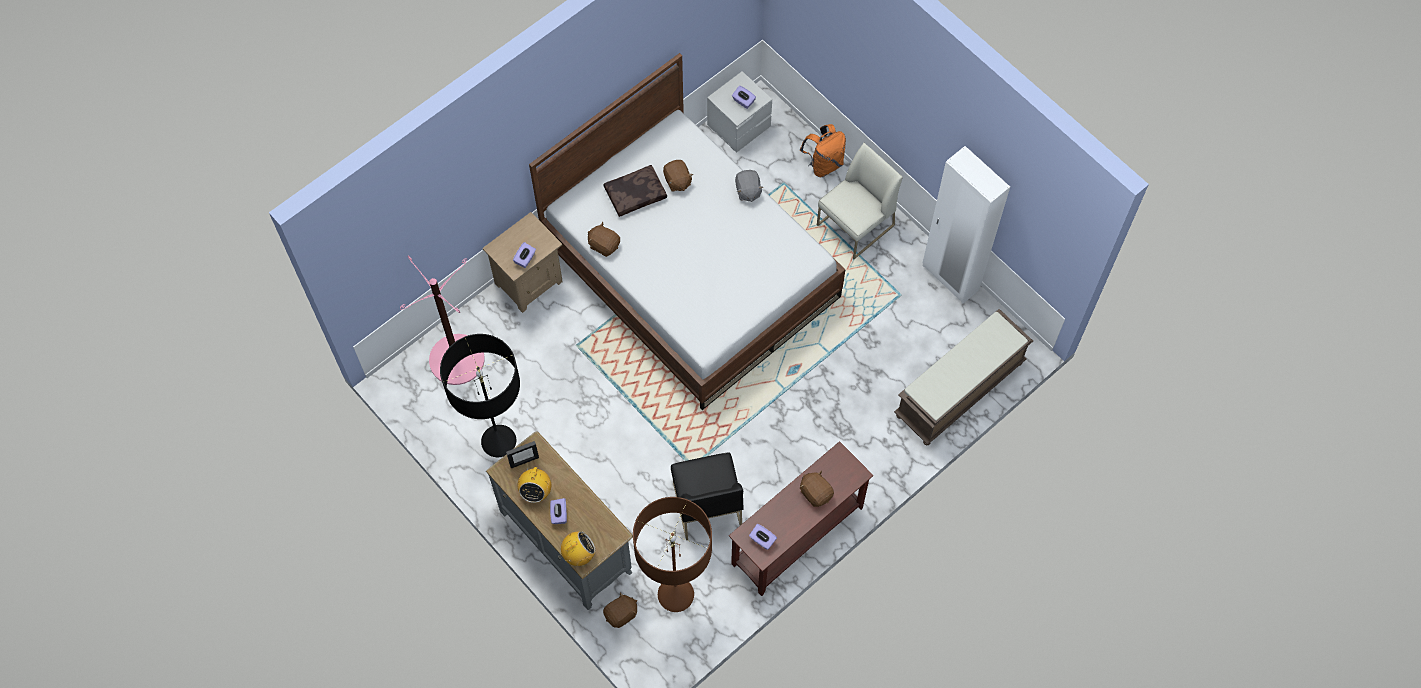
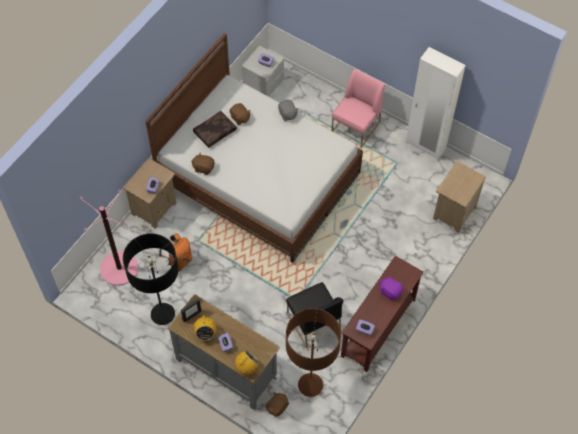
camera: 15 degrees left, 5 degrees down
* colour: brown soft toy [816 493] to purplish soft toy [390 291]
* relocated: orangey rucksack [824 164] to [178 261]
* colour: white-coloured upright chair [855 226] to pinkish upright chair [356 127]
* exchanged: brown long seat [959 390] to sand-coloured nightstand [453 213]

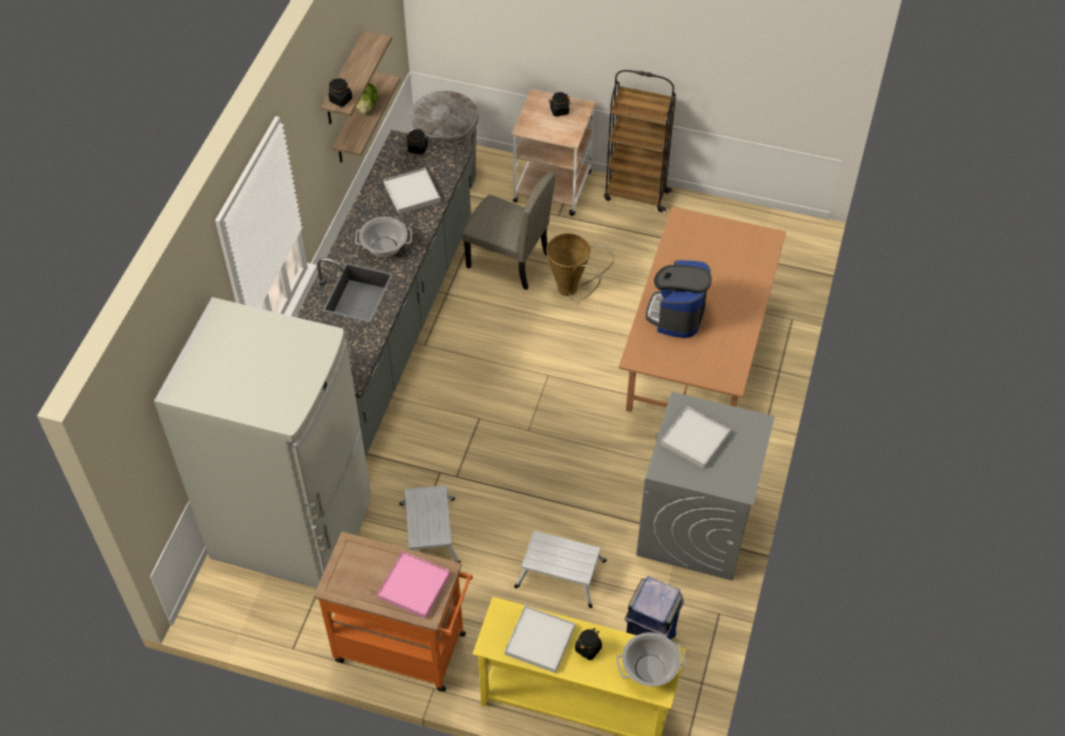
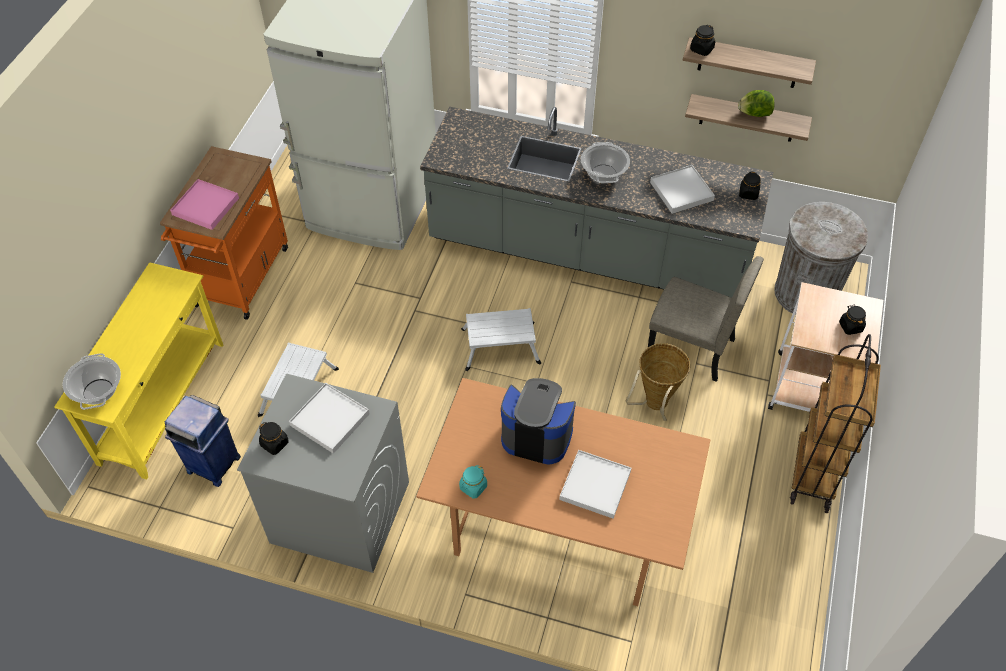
camera: 90 degrees right, 0 degrees up
* relocated: white-coloured stepladder [429 532] to [501 346]
* spun: sand-coloured upright chair [508 261] = [690 347] 90 degrees counterclockwise
* relocated: white-coloured tray [539 640] to [595 485]
* relocated: black jar [588 648] to [275 444]
* appeared: turquoise-coloured jar [473 487]

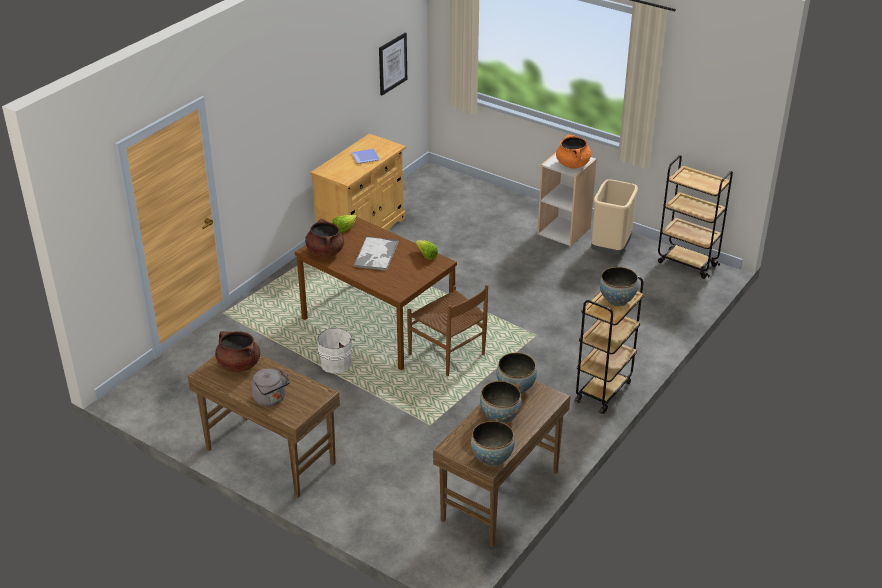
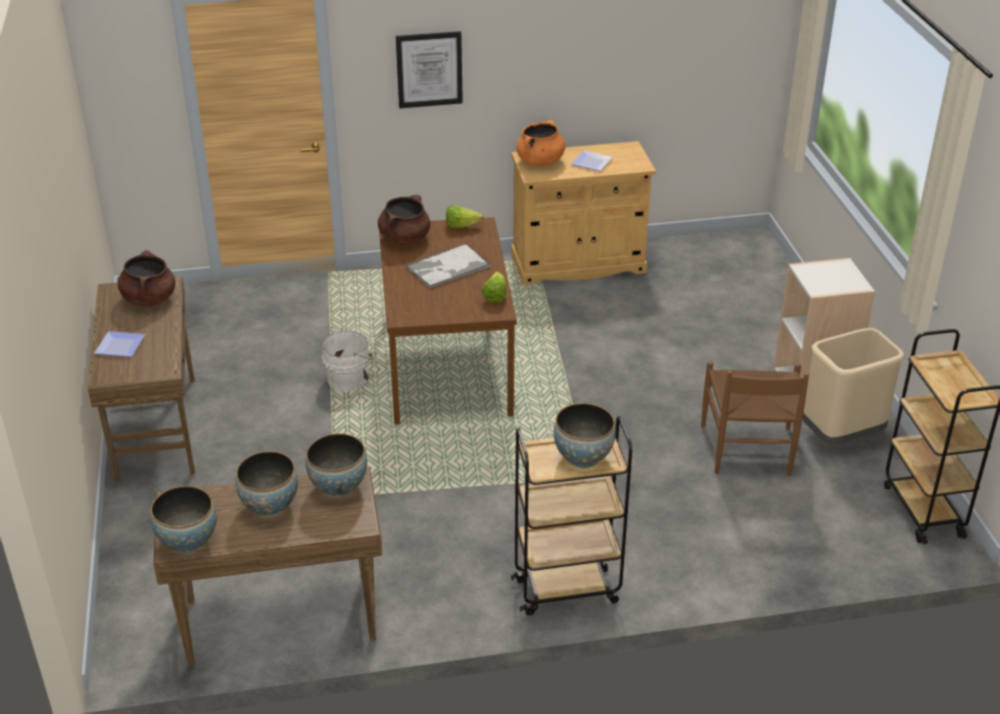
camera: 45 degrees right, 0 degrees up
* exchanged: gray water kettle [271 399] to dinner plate [118 347]
* relocated: wall art [392 63] to [429 69]
* relocated: brown upright chair [449 354] to [748 451]
* relocated: orangey saucepot [573 164] to [540 162]

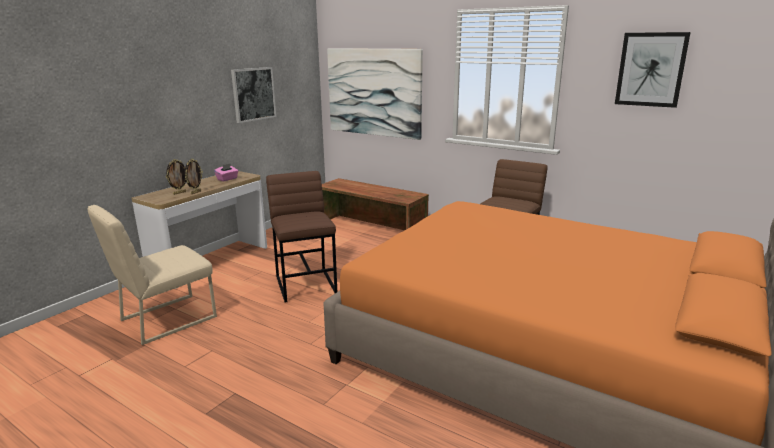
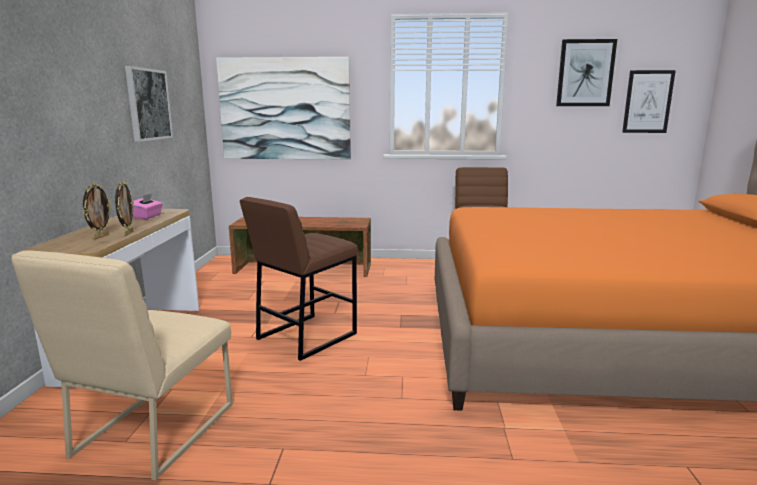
camera: 30 degrees left, 5 degrees down
* spun: brown upright chair [305 284] = [305 337] 90 degrees counterclockwise
* appeared: wall art [648 102]

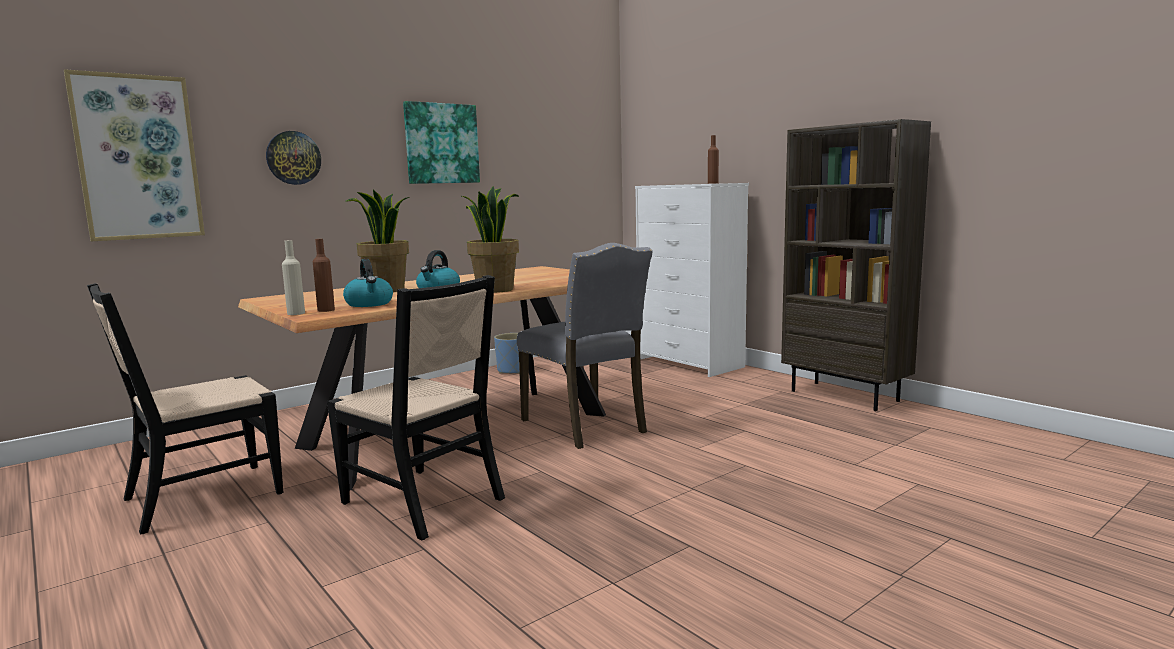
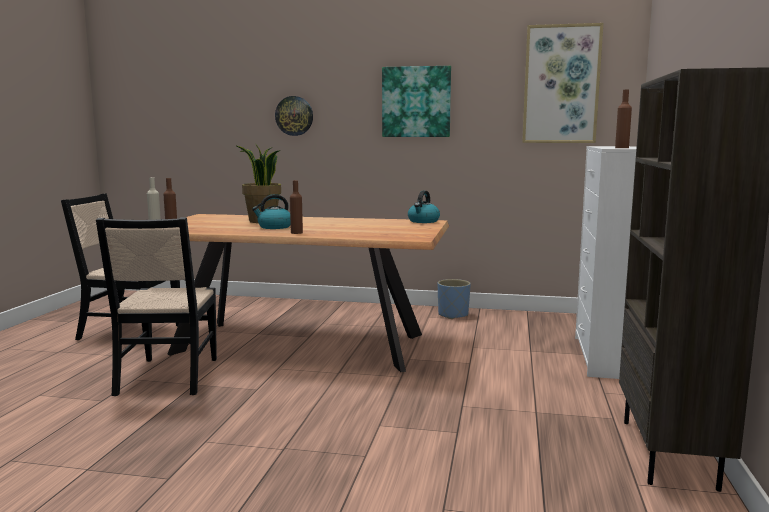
camera: 50 degrees right, 0 degrees up
* relocated: wall art [138 158] to [561 84]
* relocated: water kettle [369 304] to [423 221]
* exchanged: potted plant [494 290] to brown beverage bottle [296 233]
* missing: gray upright chair [586 426]

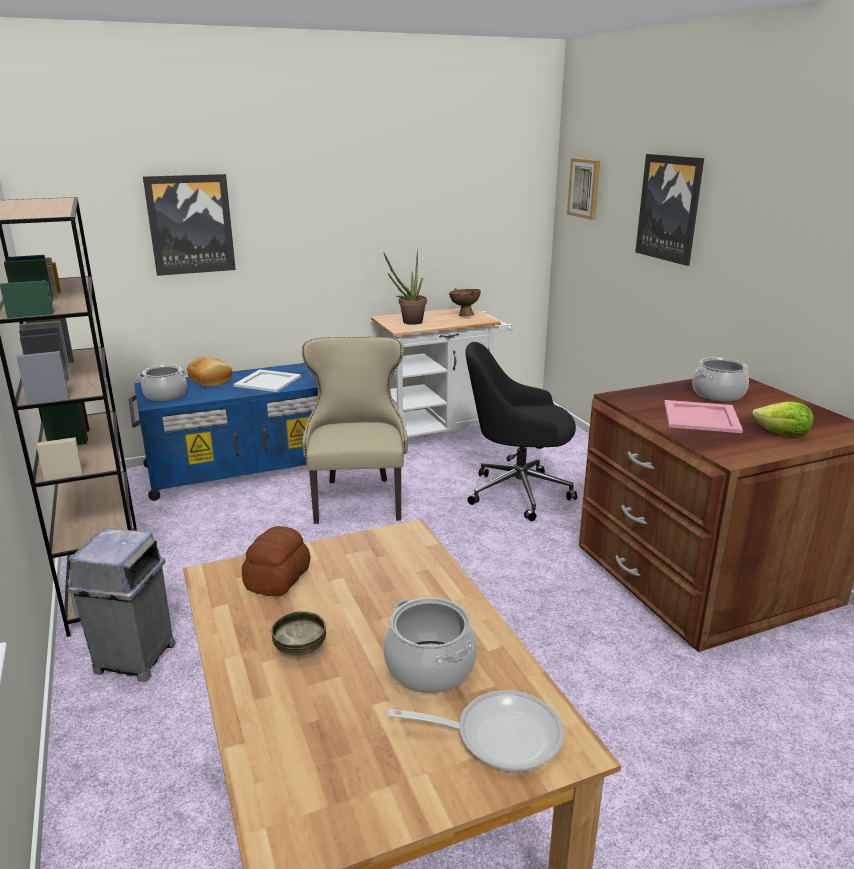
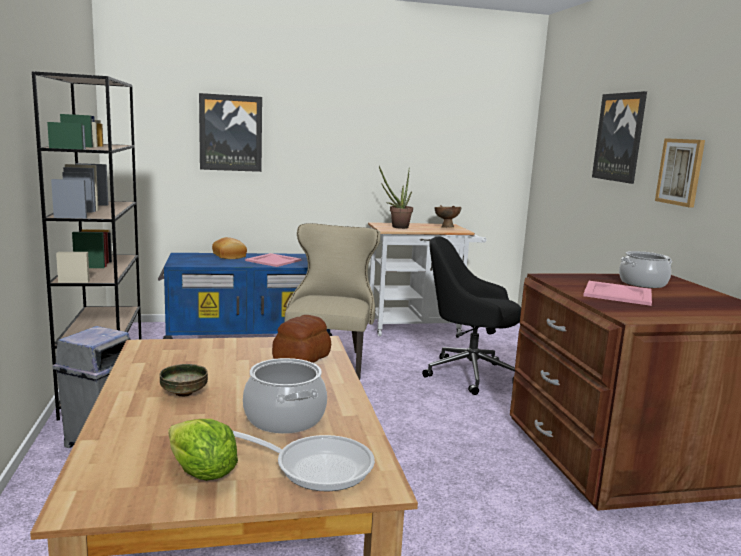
camera: 10 degrees right, 10 degrees down
* missing: saucepot [165 395]
* colour: white-coloured tray [268 381] to pinkish tray [273 260]
* relocated: bakery bread [279 578] to [302 358]
* relocated: wall art [584 188] to [680 172]
* relocated: lettuce [782 434] to [201 474]

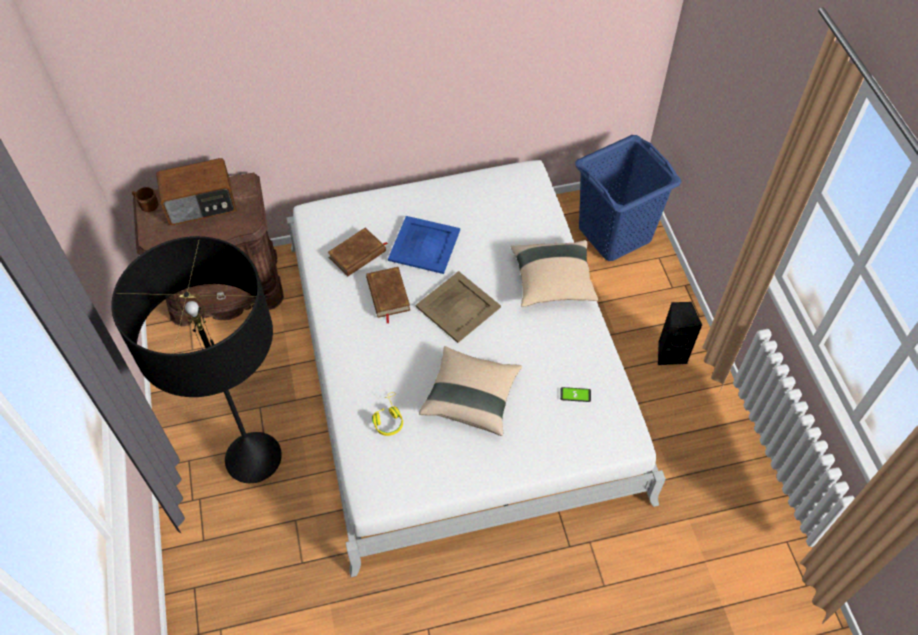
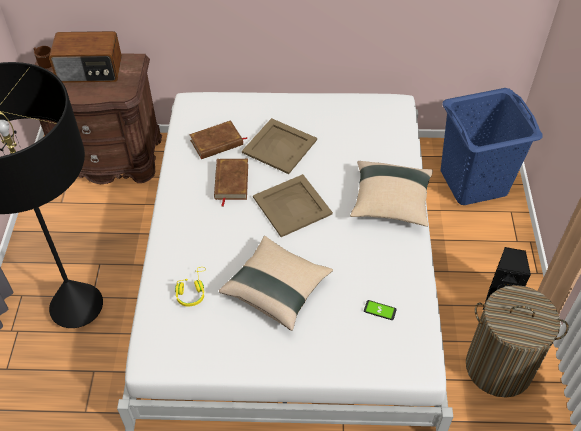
camera: 15 degrees right, 5 degrees down
* colour: bluish tray [424 245] to sand-coloured tray [279 146]
* appeared: washing basket [499 367]

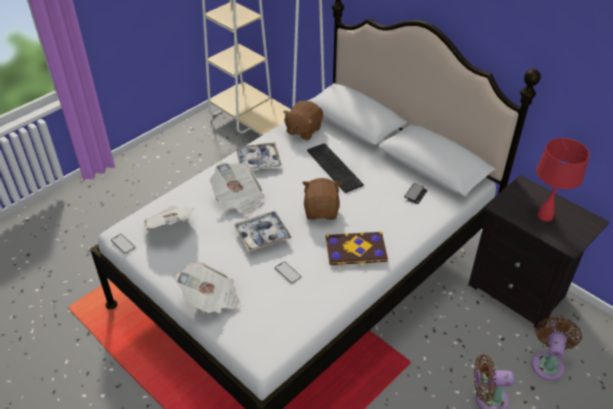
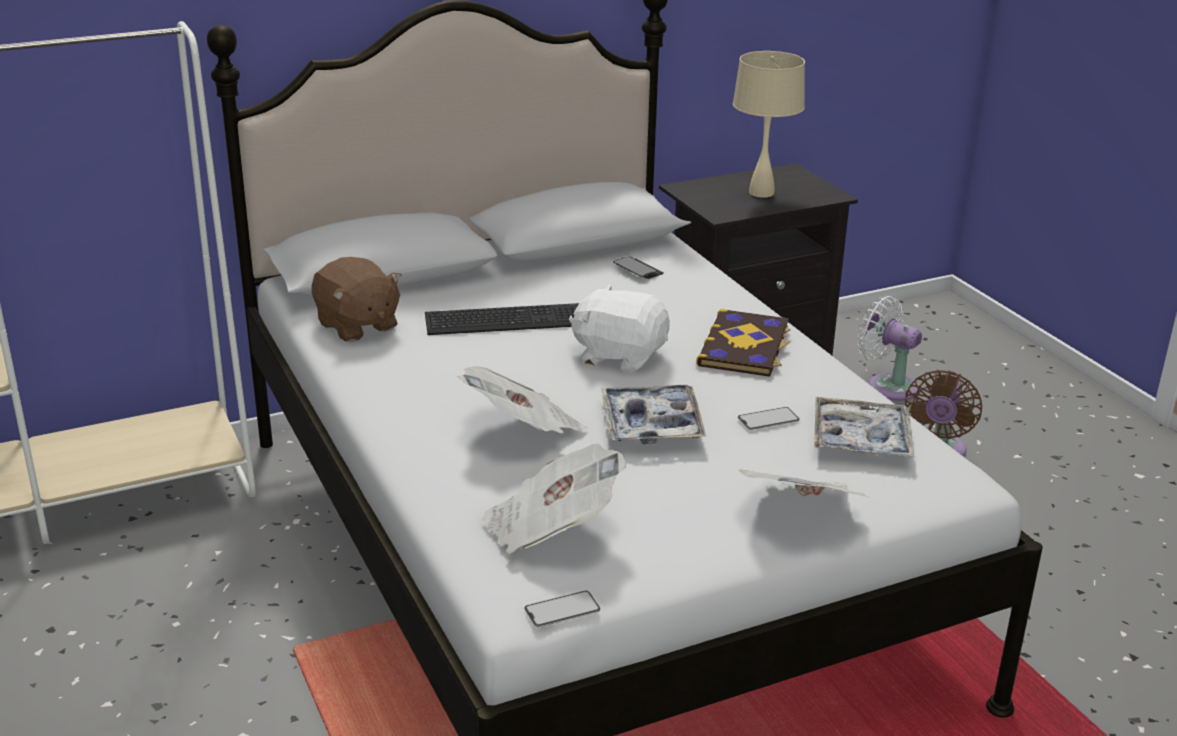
camera: 70 degrees left, 15 degrees down
* relocated: tray [258 161] to [861 439]
* colour: brown soft toy [321 211] to white-coloured soft toy [619 356]
* colour: brown electric fan [548 363] to white-coloured electric fan [887 386]
* colour: red-coloured tabletop lamp [545 216] to sand-coloured tabletop lamp [762 193]

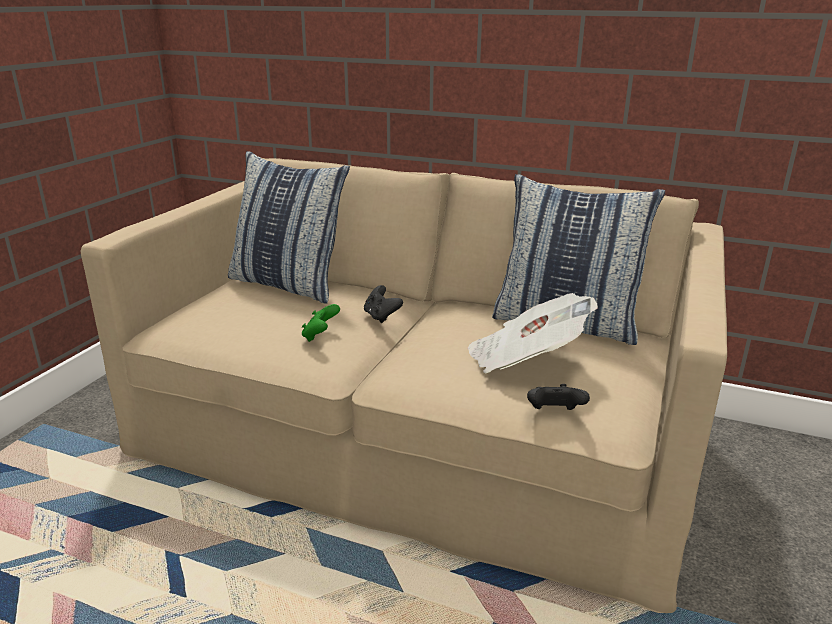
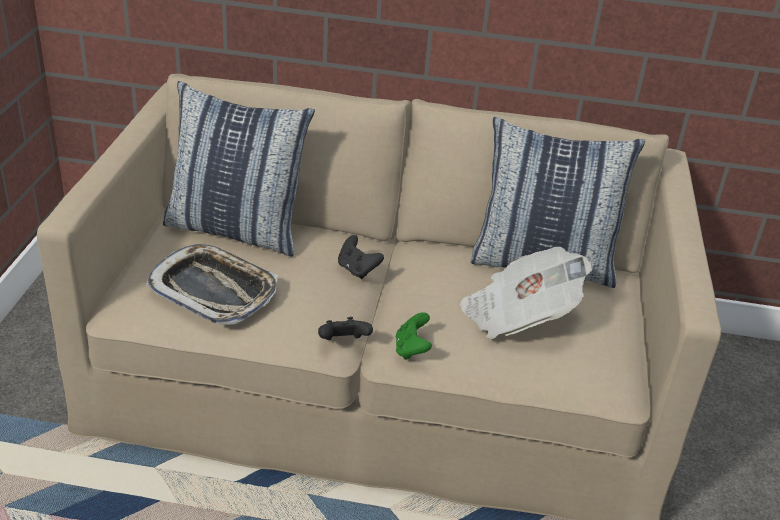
camera: 15 degrees left, 10 degrees up
* relocated: greenish game controller [320 336] to [411 349]
* relocated: black game controller [554 413] to [343 343]
* appeared: tray [214 291]

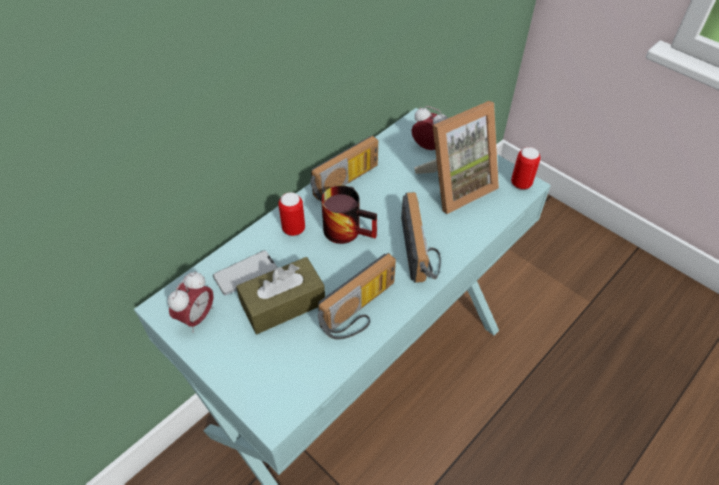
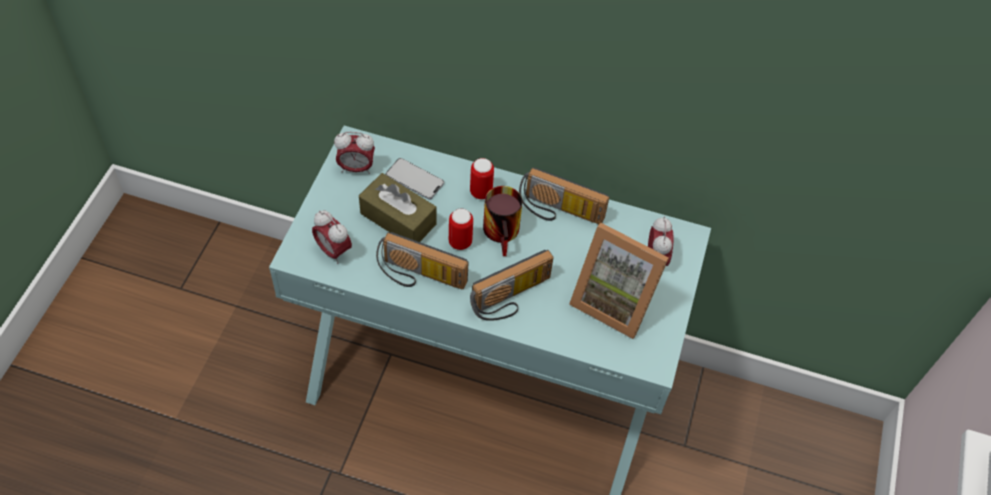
camera: 60 degrees right, 5 degrees up
* relocated: can [521 183] to [460 242]
* appeared: bedside clock [333 251]

